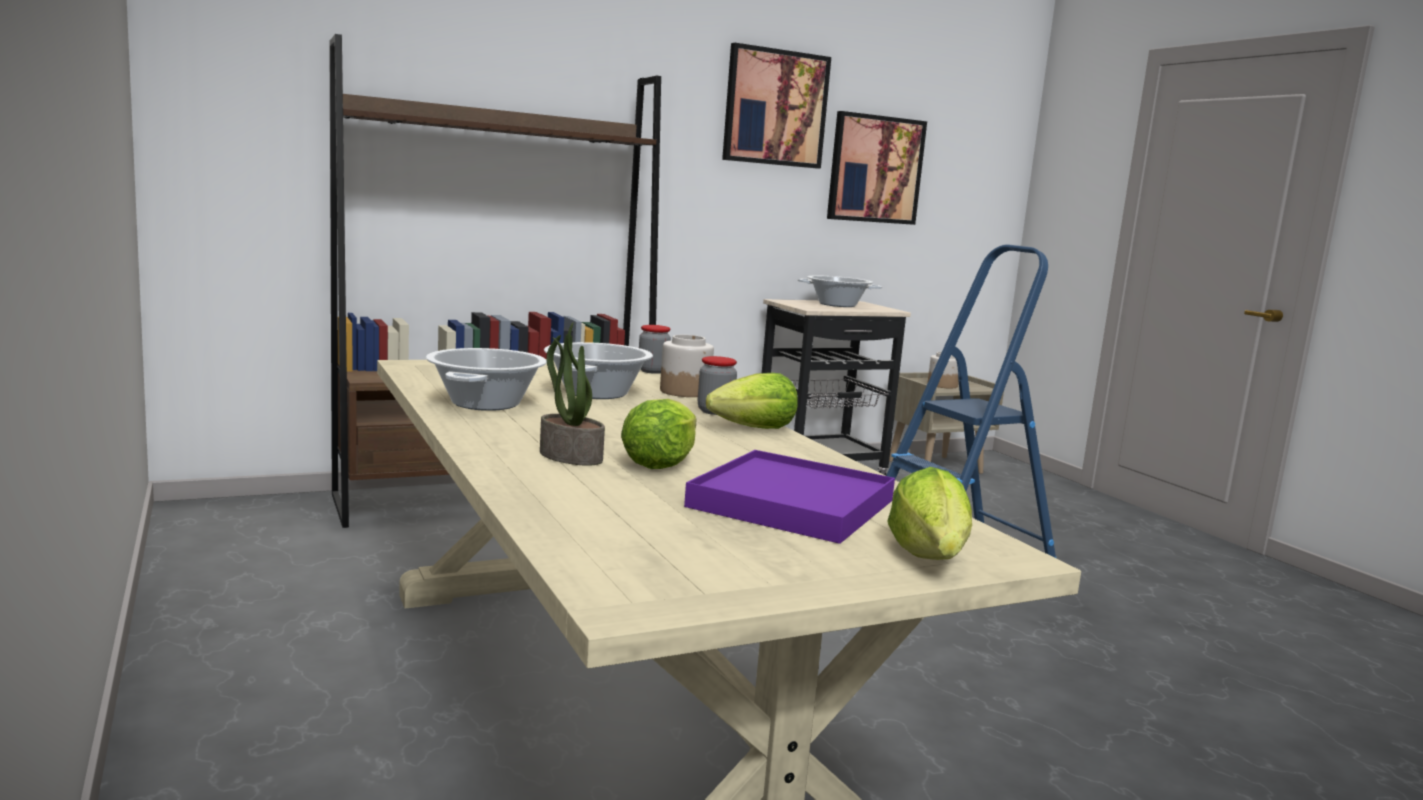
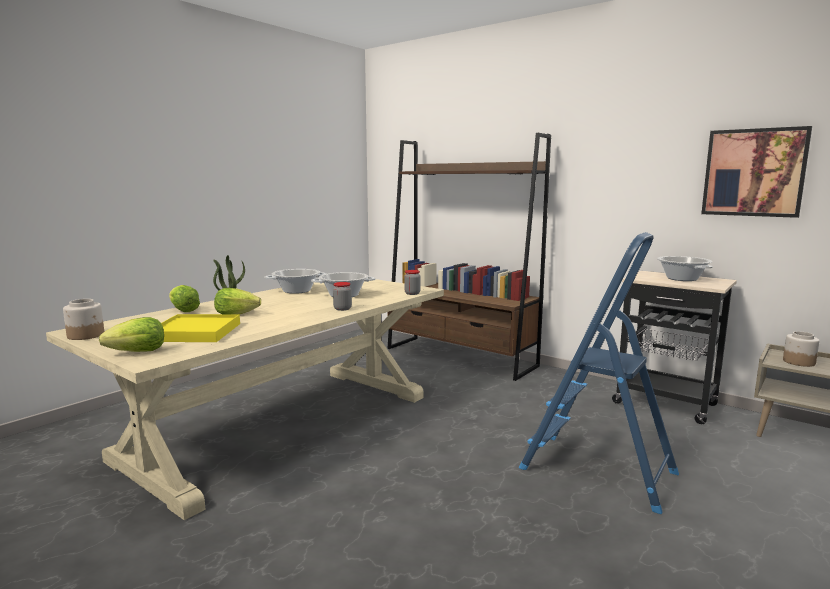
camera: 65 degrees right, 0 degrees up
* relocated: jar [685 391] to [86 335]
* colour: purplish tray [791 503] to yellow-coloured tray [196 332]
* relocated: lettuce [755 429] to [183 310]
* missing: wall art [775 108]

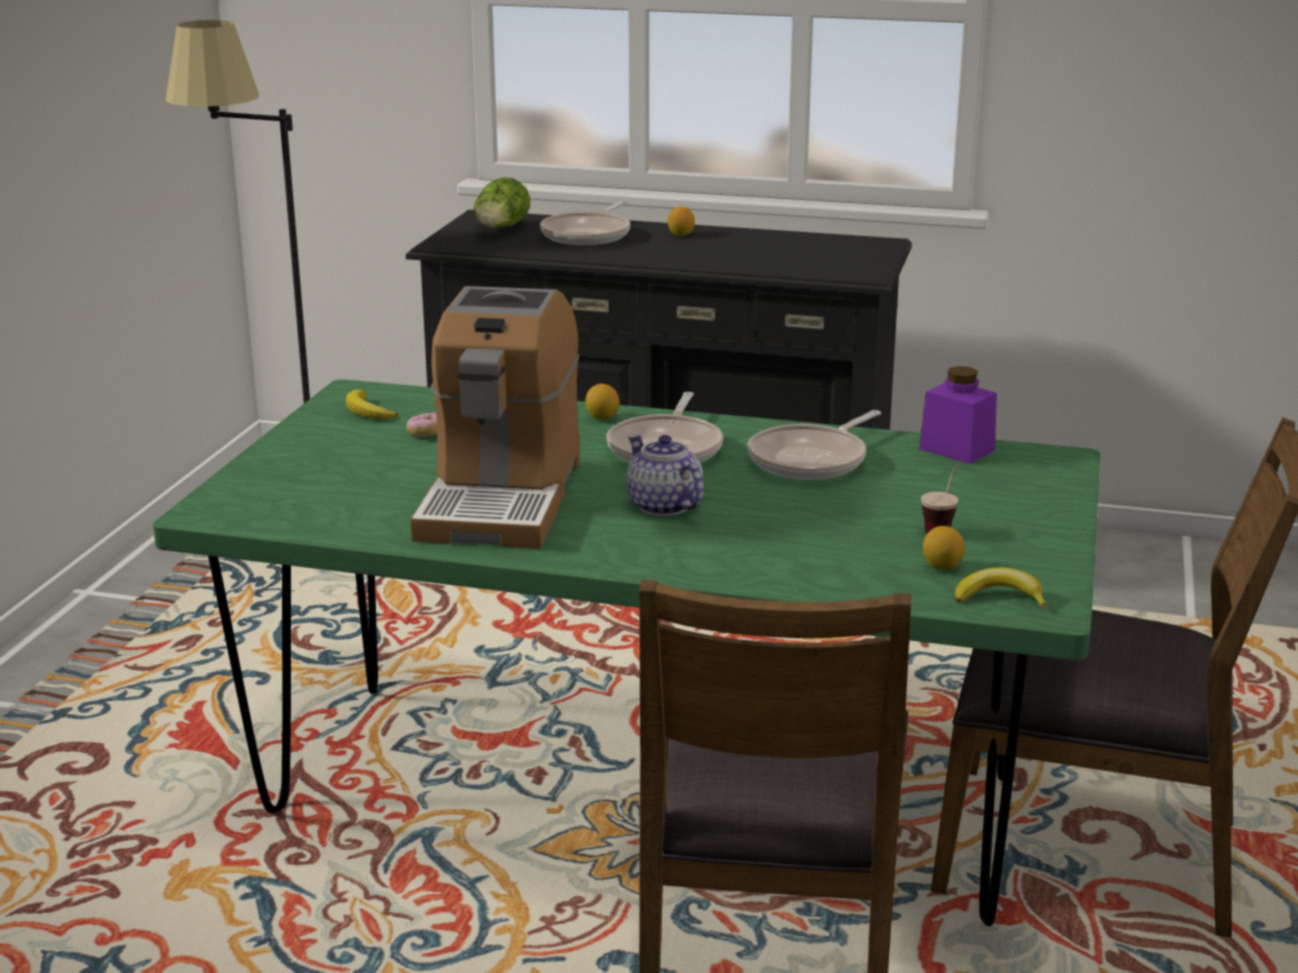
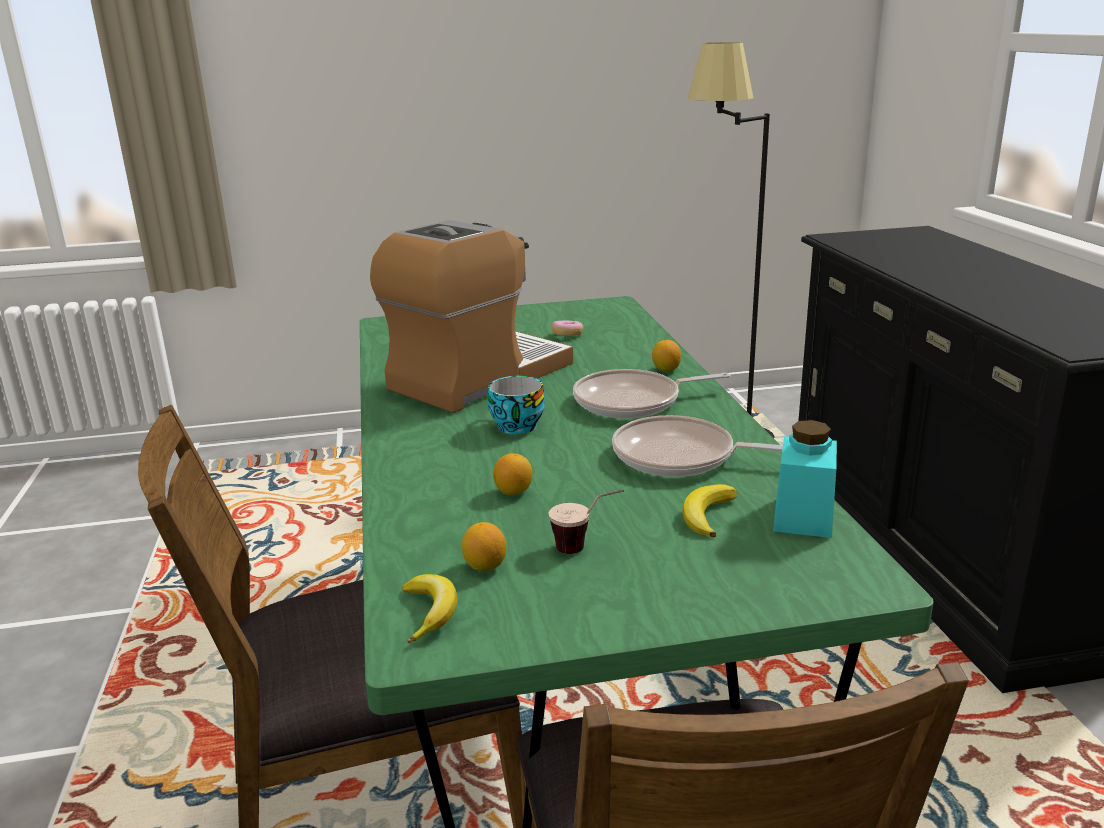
camera: 65 degrees right, 0 degrees up
* relocated: banana [367 411] to [707 515]
* spun: coffee maker [501 497] = [478 377] 150 degrees clockwise
* missing: lettuce [501 229]
* missing: frying pan [589 235]
* exchanged: tea pot [662 505] to cup [514 425]
* relocated: whole lemon [680 235] to [513 492]
* colour: purplish jar [956 449] to turquoise-coloured jar [803 517]

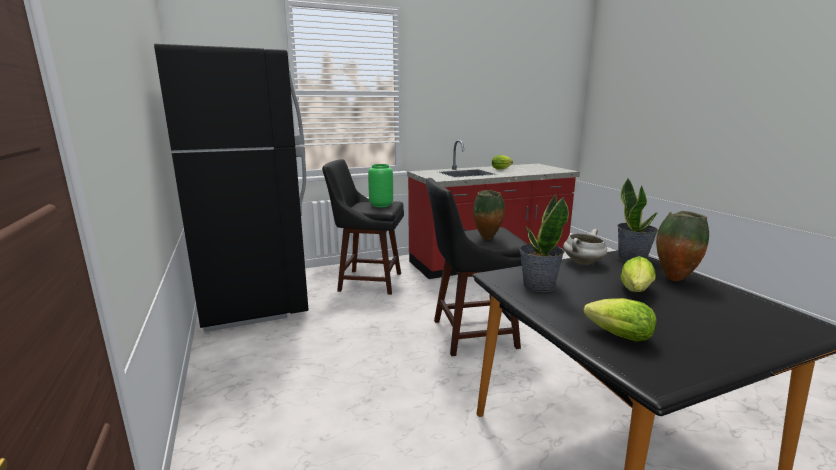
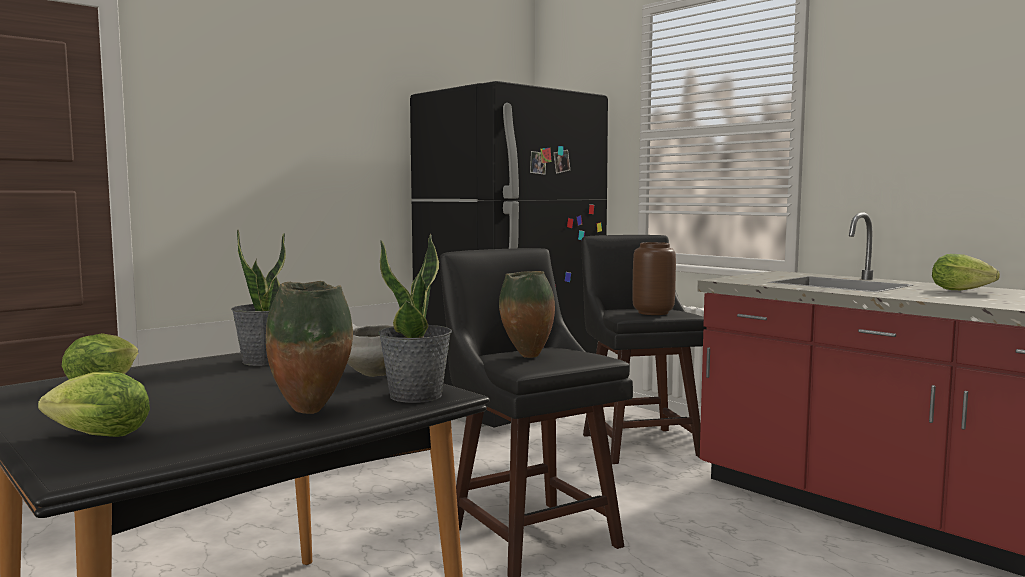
camera: 70 degrees right, 10 degrees down
* colour: greenish vase [381 205] to brown vase [653 313]
* relocated: lettuce [635 292] to [93 436]

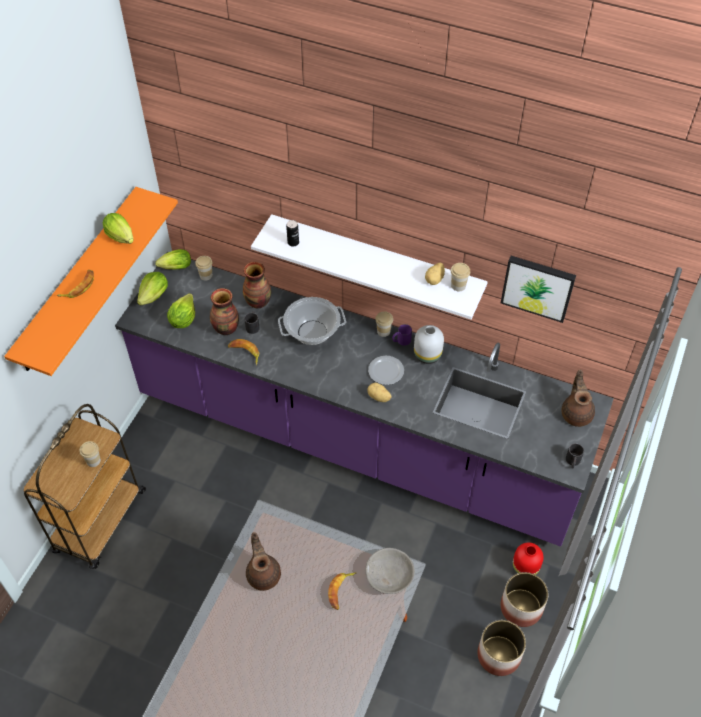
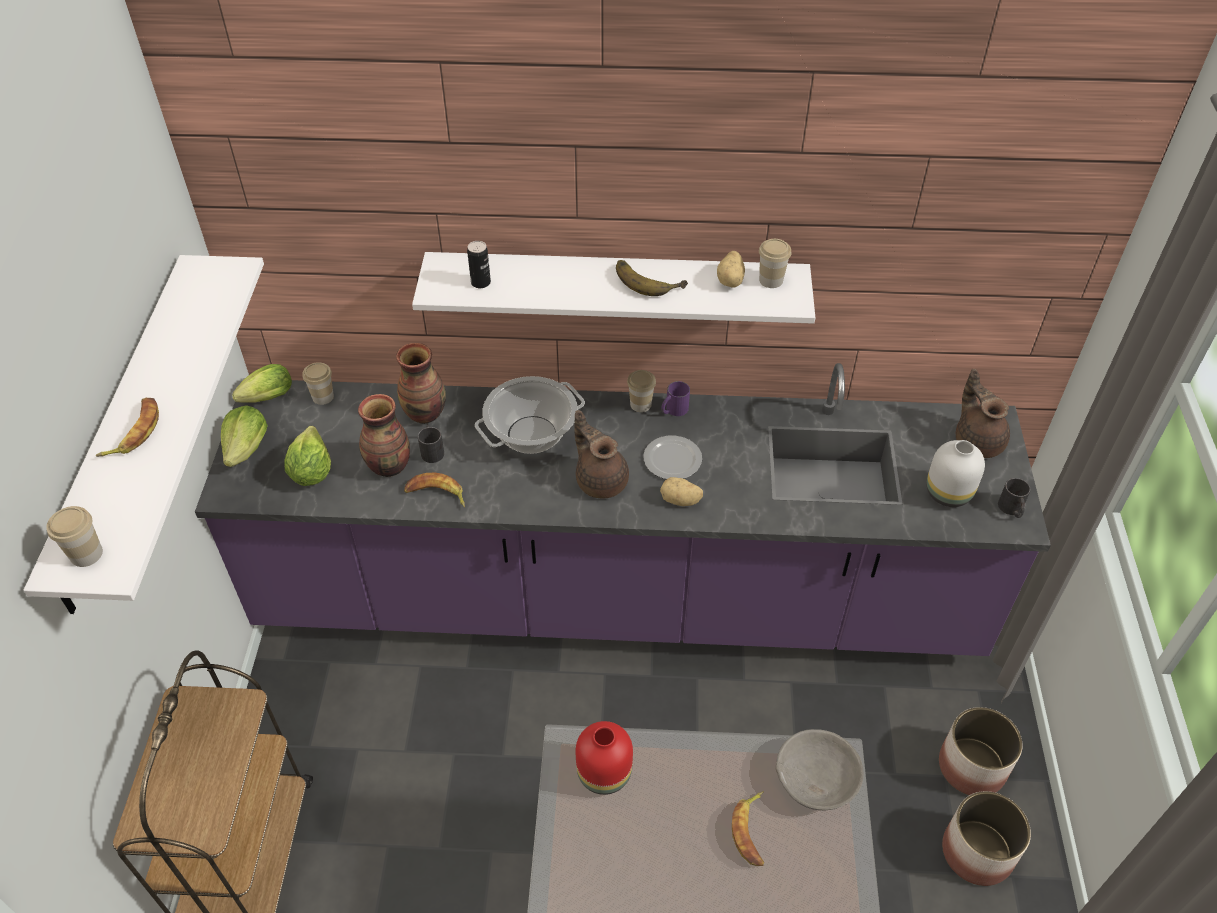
camera: 20 degrees left, 5 degrees down
* colour: orangey bracket shelf [78 280] to white-coloured bracket shelf [124 429]
* relocated: cup [93 461] to [86 554]
* missing: lettuce [122 238]
* relocated: brown tea pot [263 574] to [600 480]
* relocated: white-coloured vase [427 355] to [949 494]
* missing: wall art [538 287]
* relocated: red-coloured vase [524 567] to [603 772]
* appeared: banana [648 279]

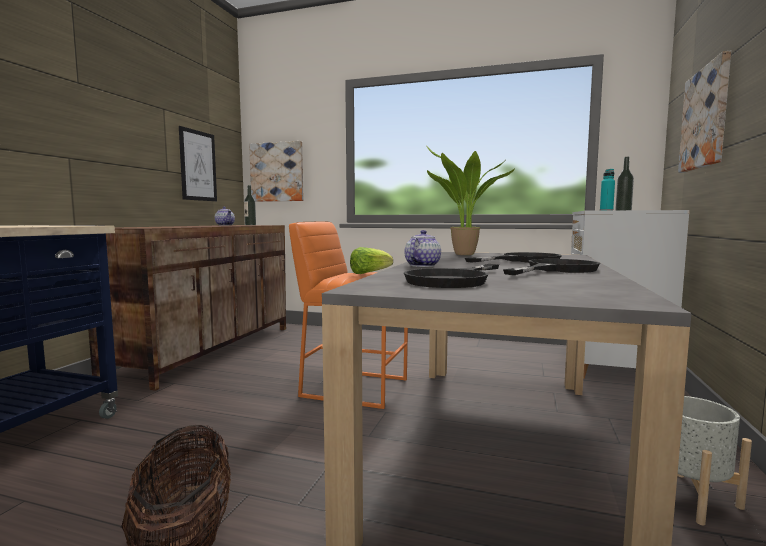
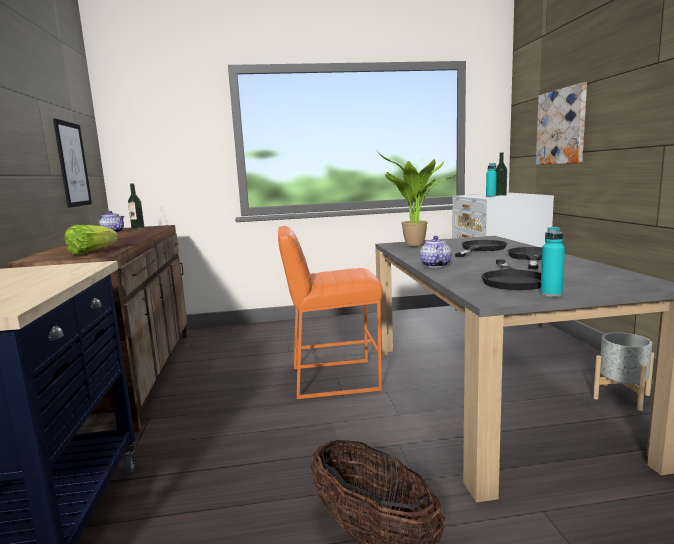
camera: 25 degrees left, 5 degrees up
* missing: wall art [277 172]
* relocated: lettuce [369 273] to [91 252]
* appeared: turquoise-coloured beverage bottle [551 294]

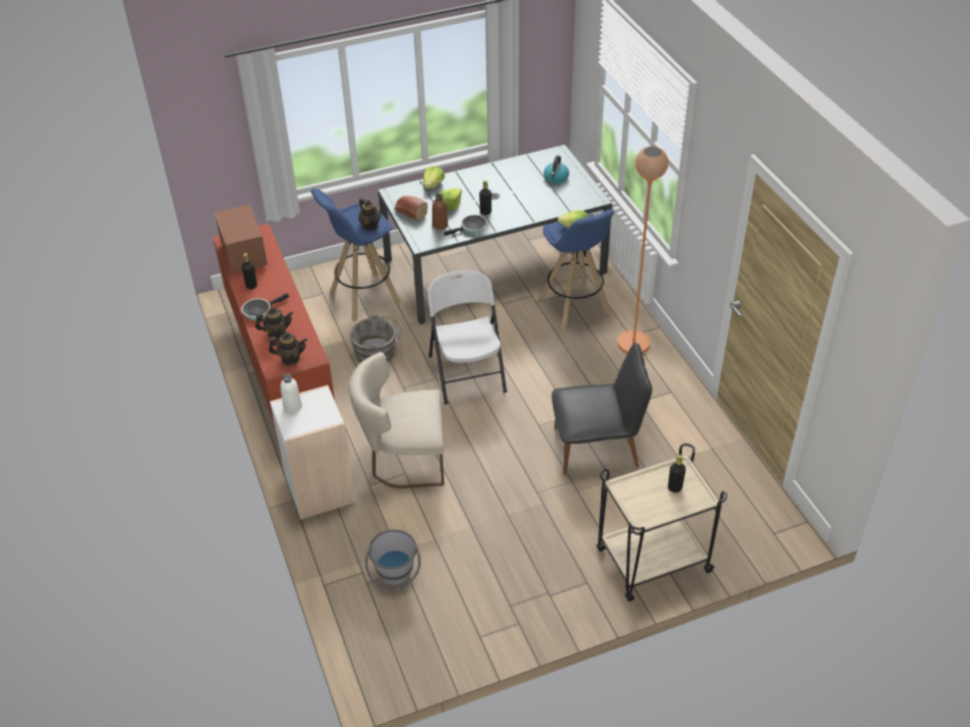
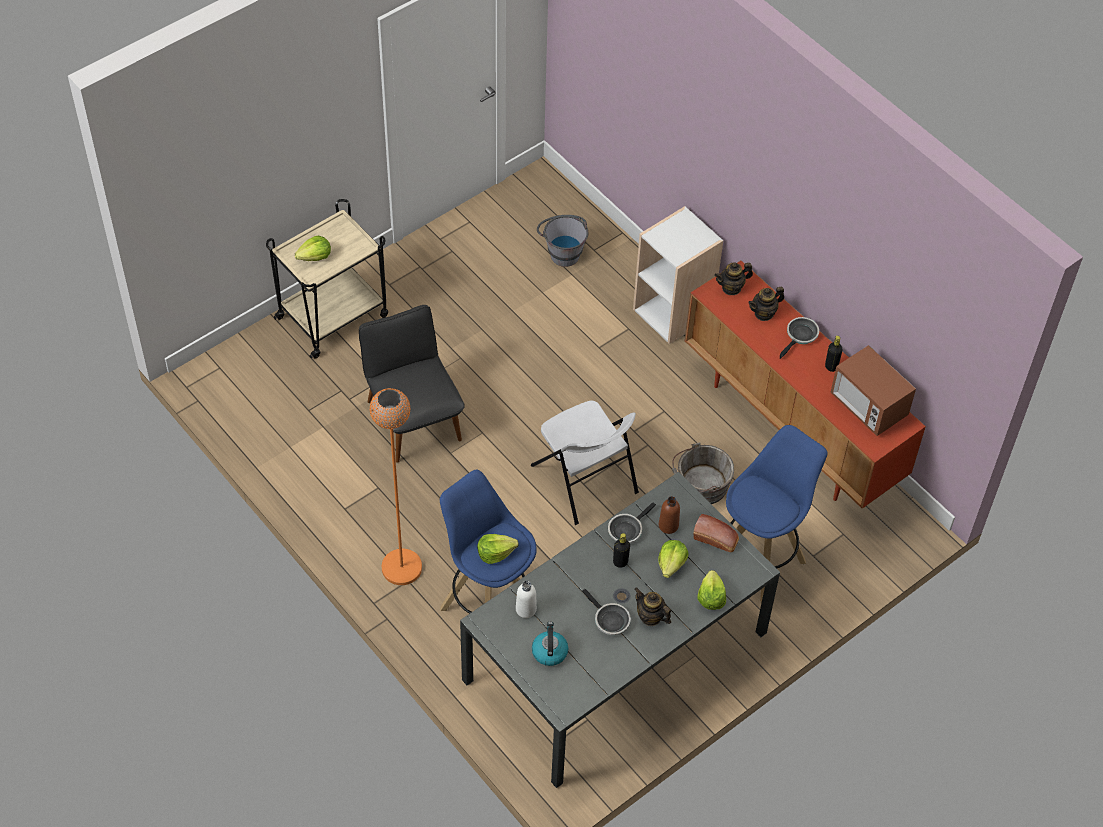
camera: 160 degrees right, 10 degrees up
* relocated: white-coloured beverage bottle [292 406] to [526 609]
* missing: sand-coloured upright chair [403 460]
* relocated: tea pot [370 225] to [650 617]
* spun: black upright chair [596 447] = [414 420] 90 degrees clockwise
* exchanged: black beverage bottle [674 488] to lettuce [315 257]
* appeared: frying pan [609 620]

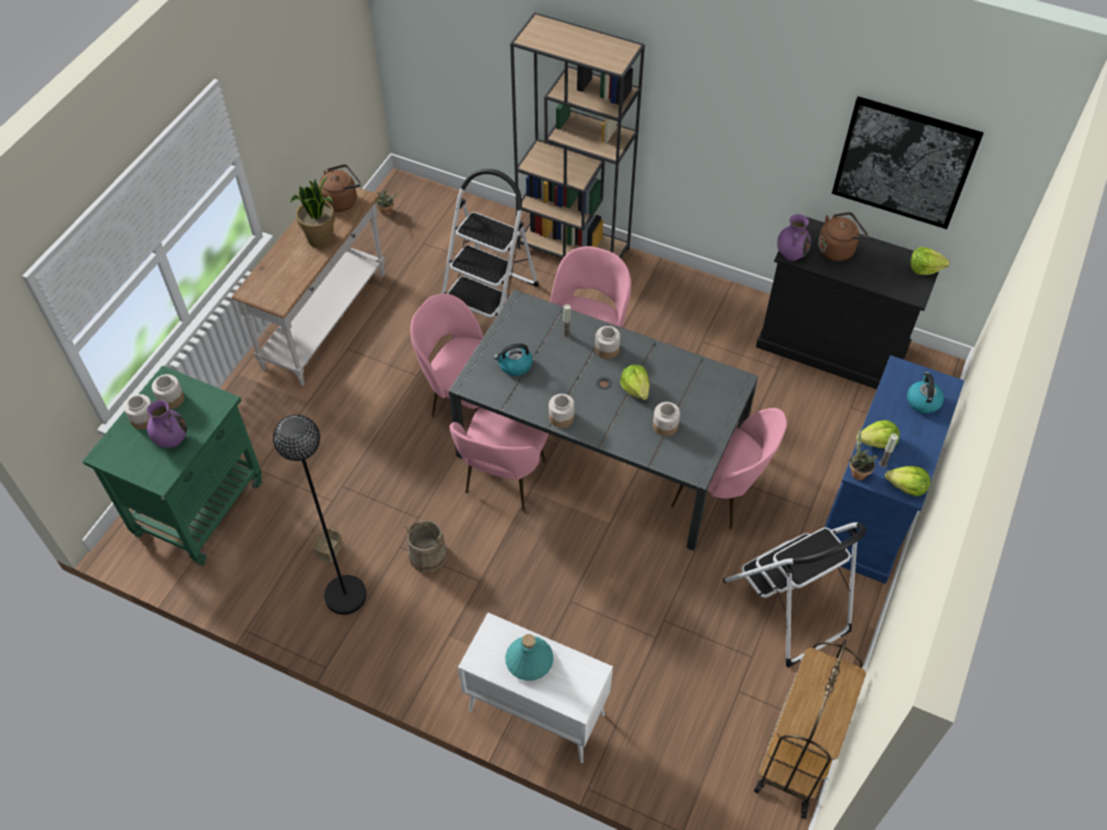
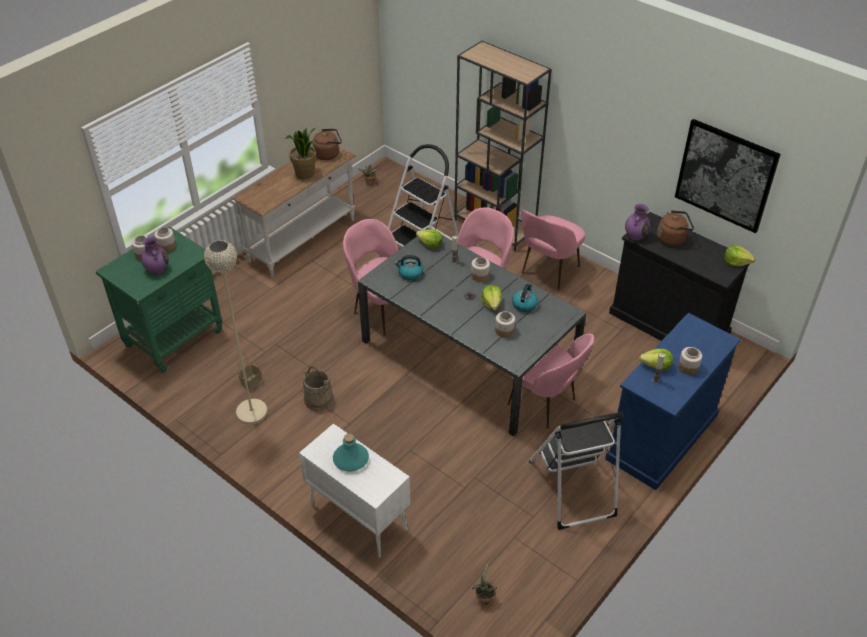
camera: 15 degrees right, 10 degrees down
* colour: black standing lamp [346 596] to sand-coloured standing lamp [252 412]
* relocated: pinkish upright chair [502 483] to [547 272]
* relocated: jar [561 417] to [688 367]
* missing: brown wheeled cart [798 753]
* relocated: potted plant [856 472] to [484 597]
* relocated: lettuce [906 487] to [430 244]
* relocated: water kettle [922 401] to [524 304]

